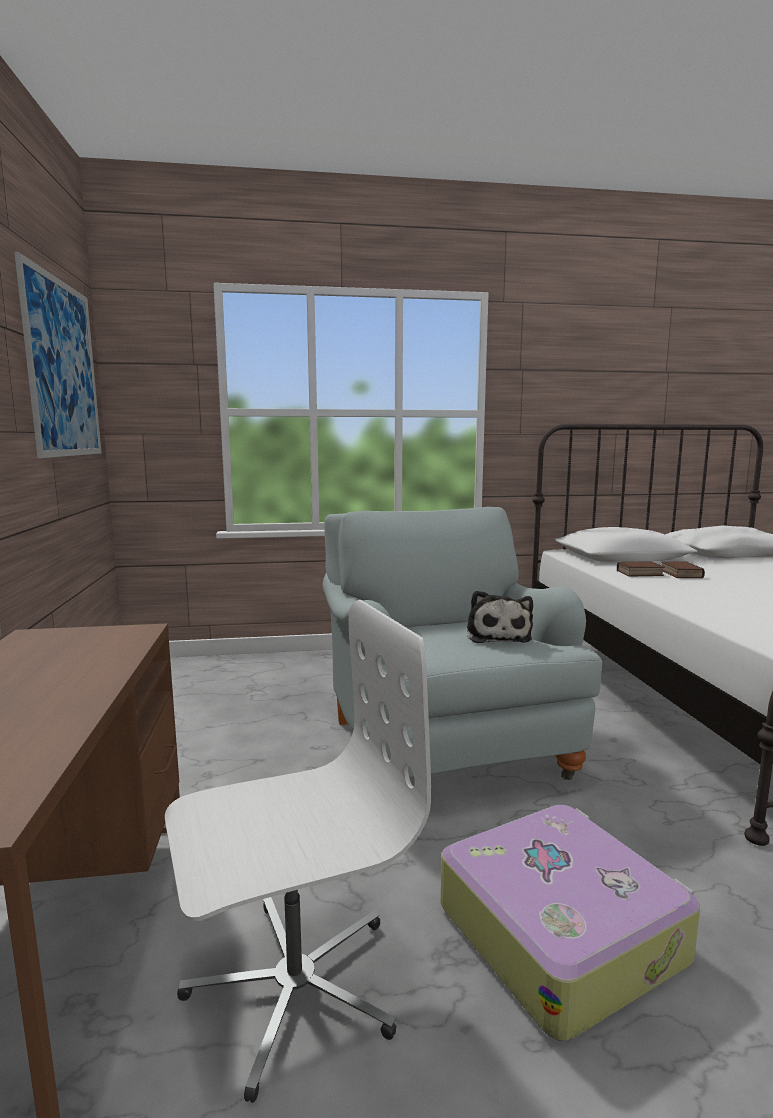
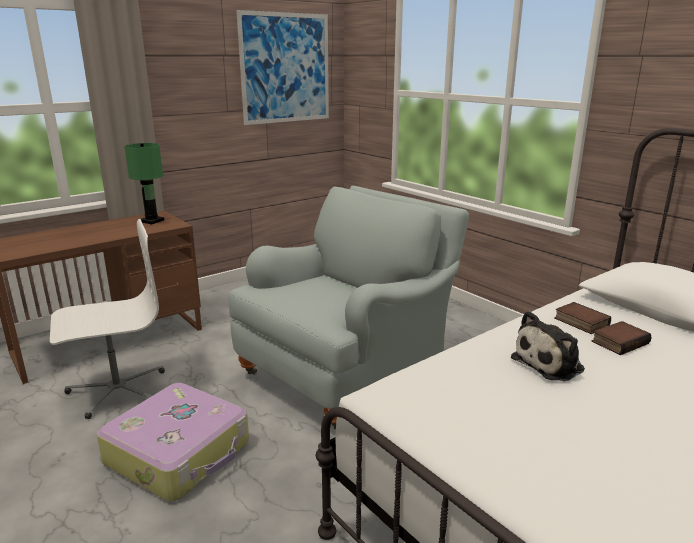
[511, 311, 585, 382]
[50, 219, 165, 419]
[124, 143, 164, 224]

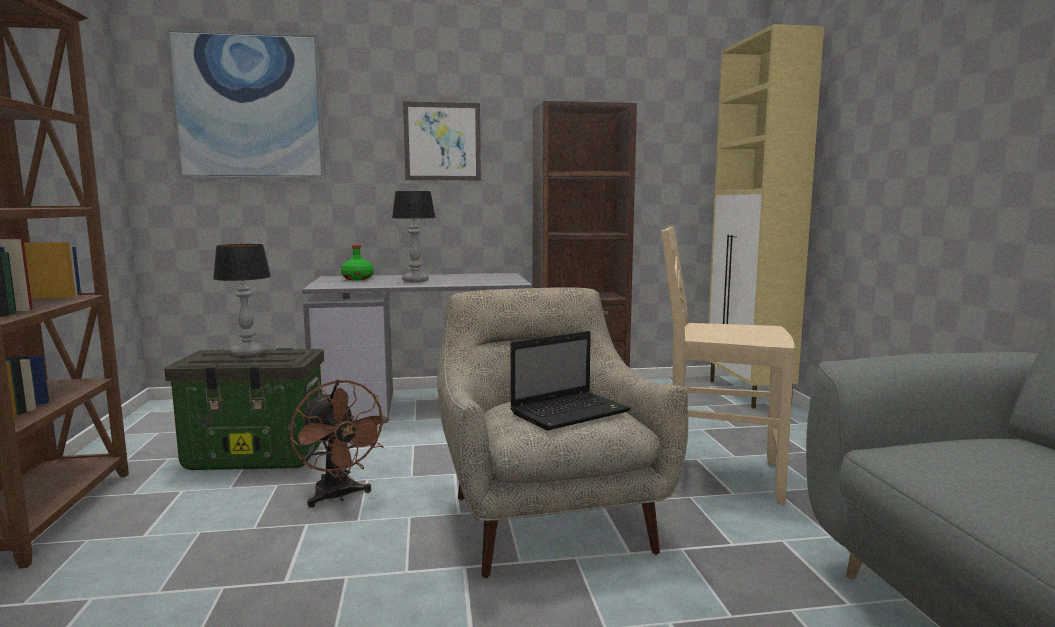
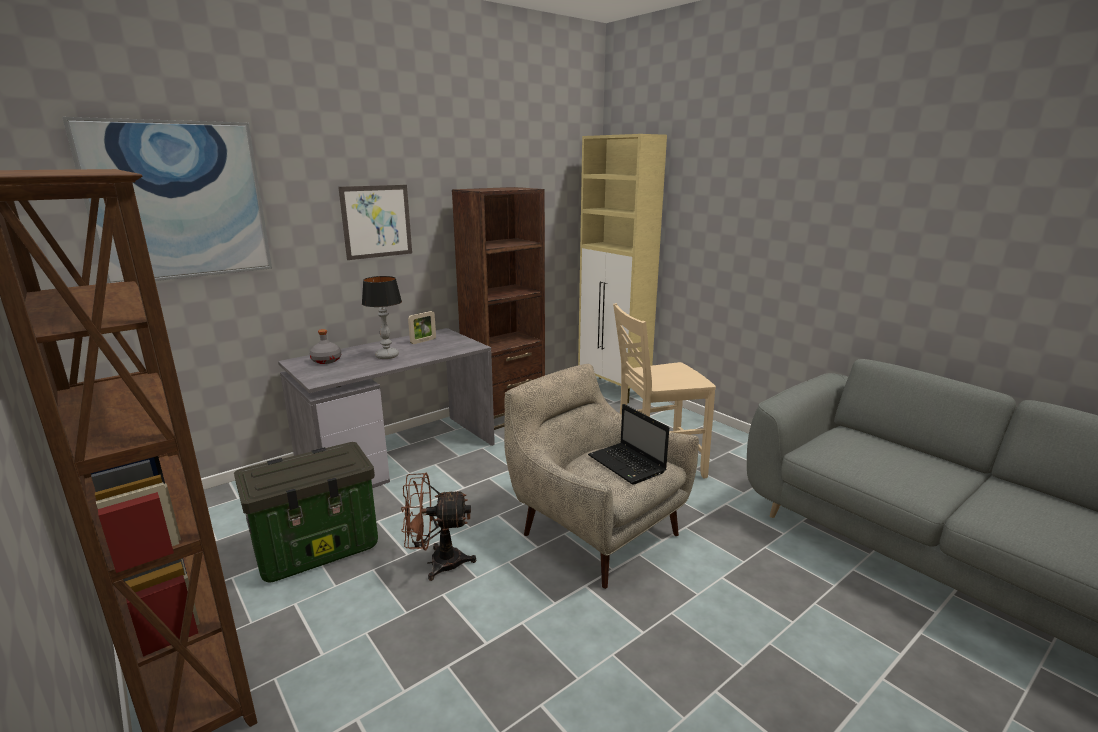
[213, 244, 271, 357] (first image)
[310, 329, 341, 364]
[588, 404, 669, 485]
[401, 473, 476, 581]
[408, 311, 436, 344]

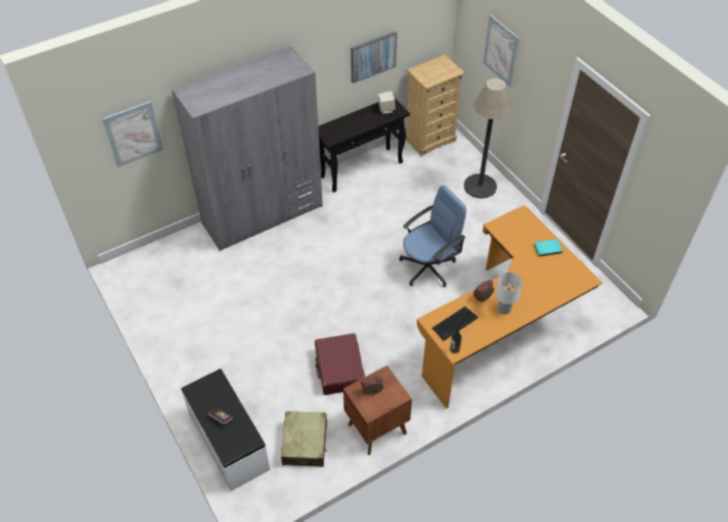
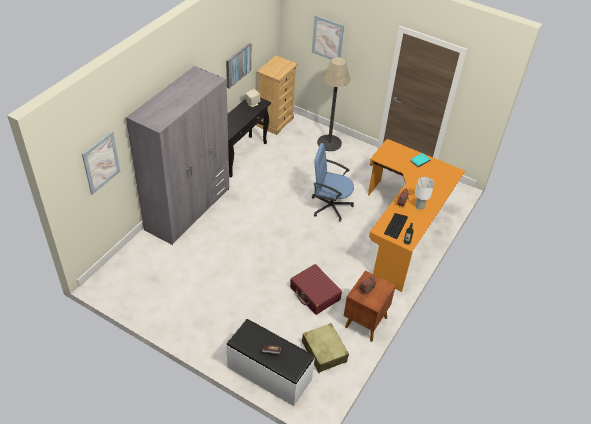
[312, 143, 354, 222]

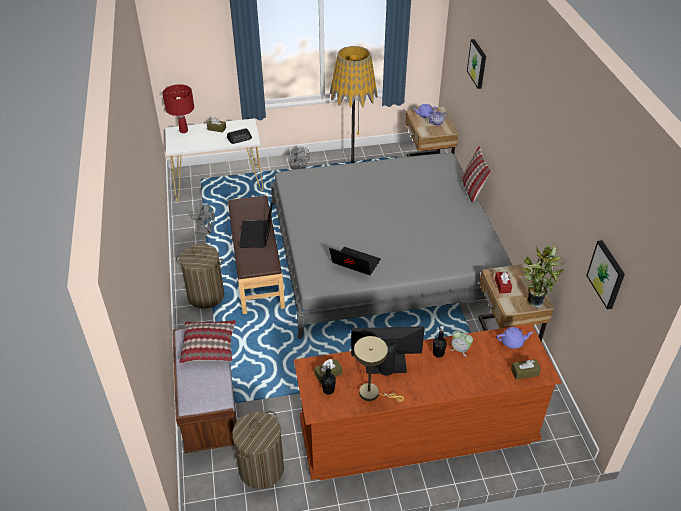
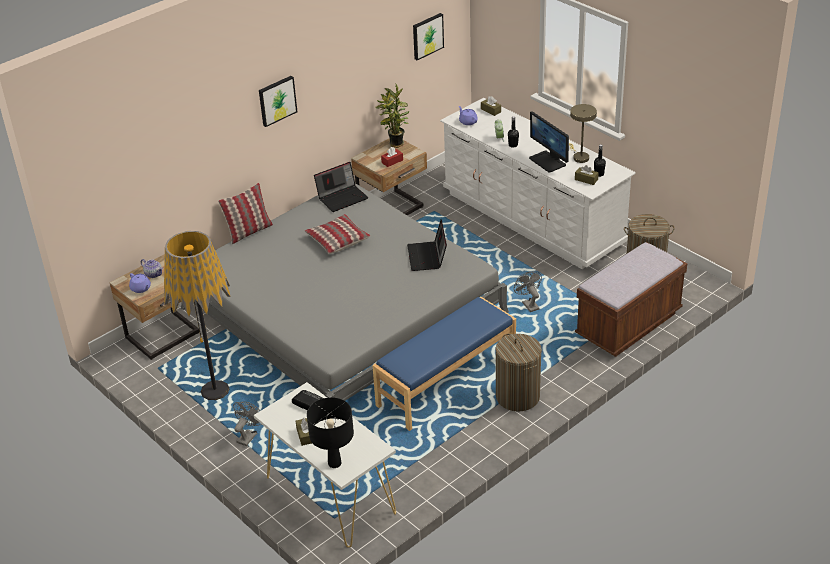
[259, 76, 297, 127]
[307, 397, 354, 468]
[372, 297, 516, 431]
[314, 162, 368, 212]
[514, 272, 542, 312]
[304, 214, 370, 254]
[440, 98, 636, 269]

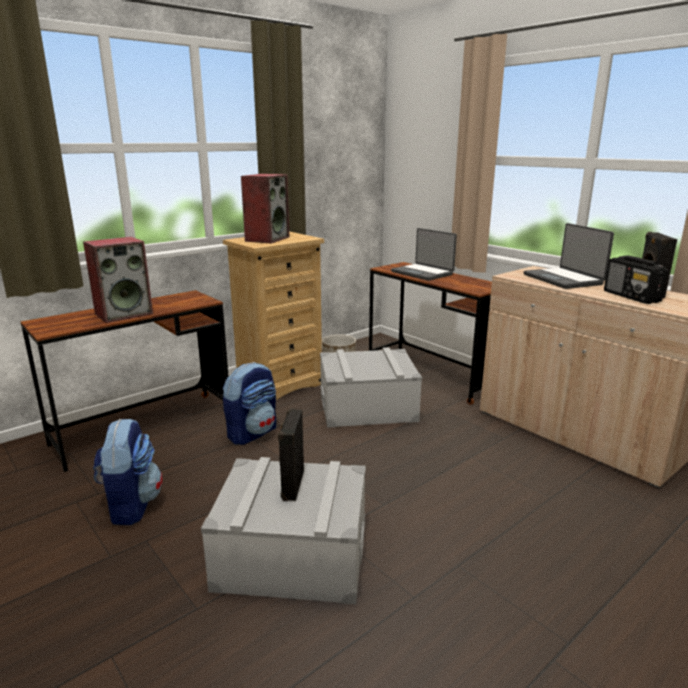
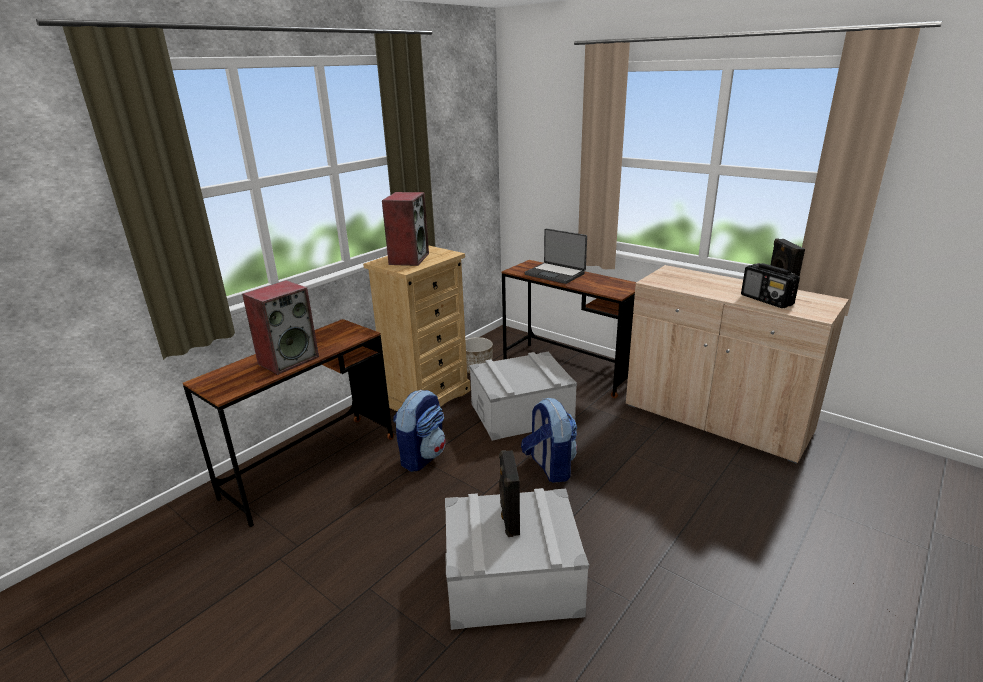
[524, 223, 614, 289] (first image)
[521, 398, 577, 483]

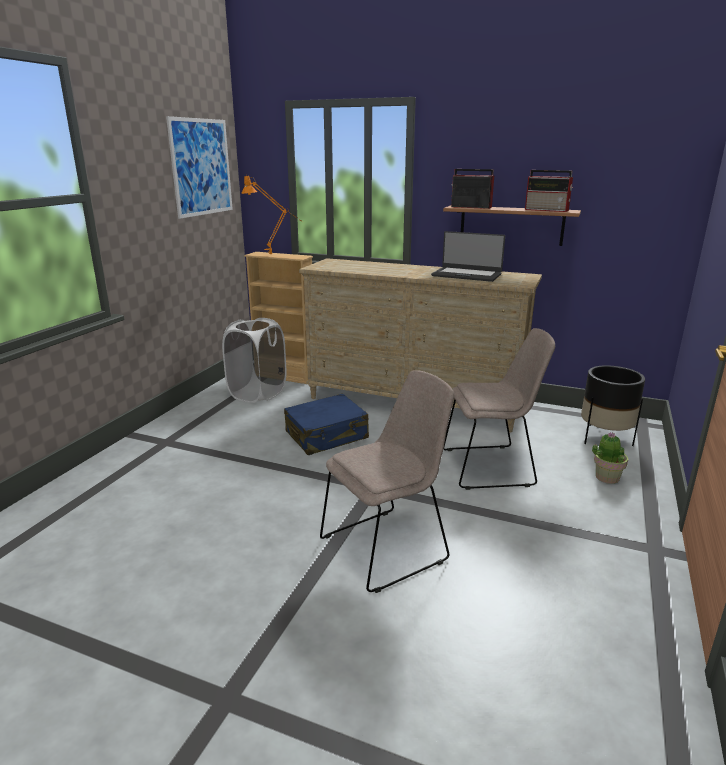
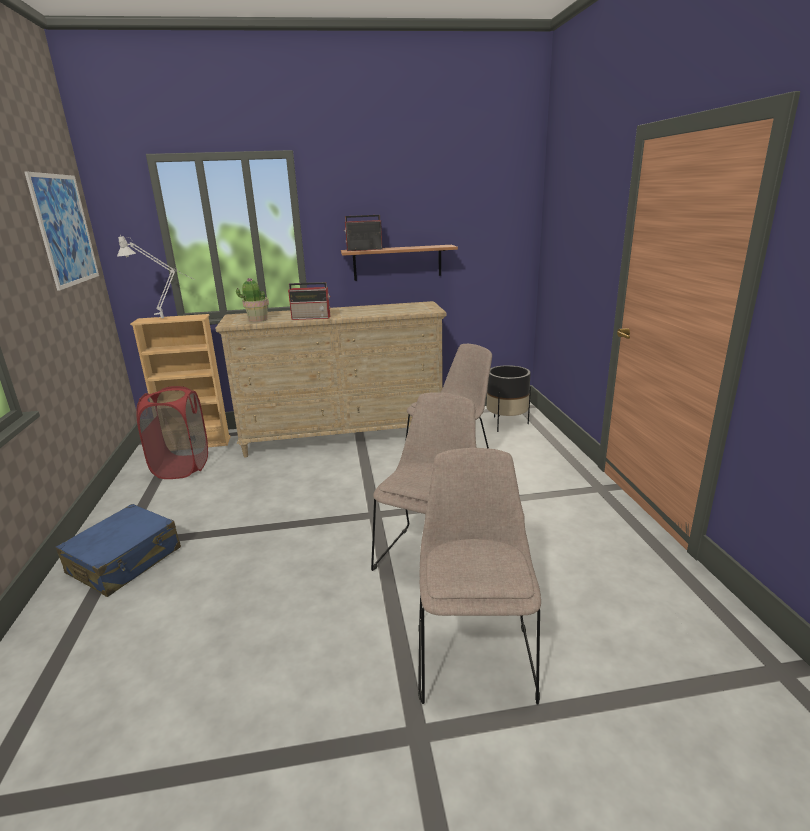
[288, 282, 330, 320]
[117, 235, 192, 318]
[431, 231, 505, 282] (first image)
[136, 386, 208, 479]
[56, 504, 181, 597]
[236, 278, 269, 322]
[418, 448, 541, 705]

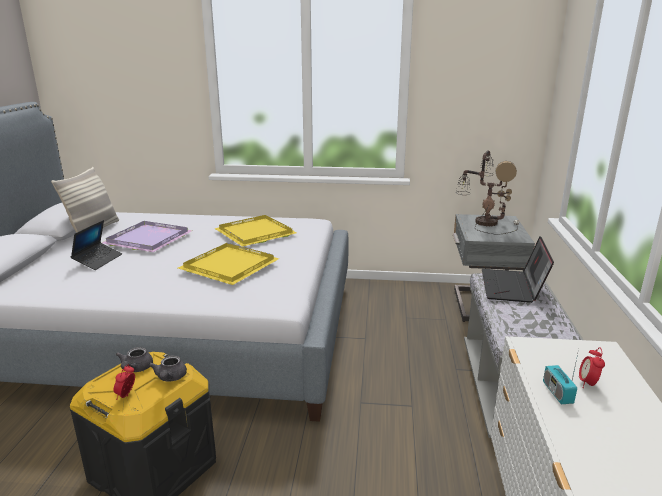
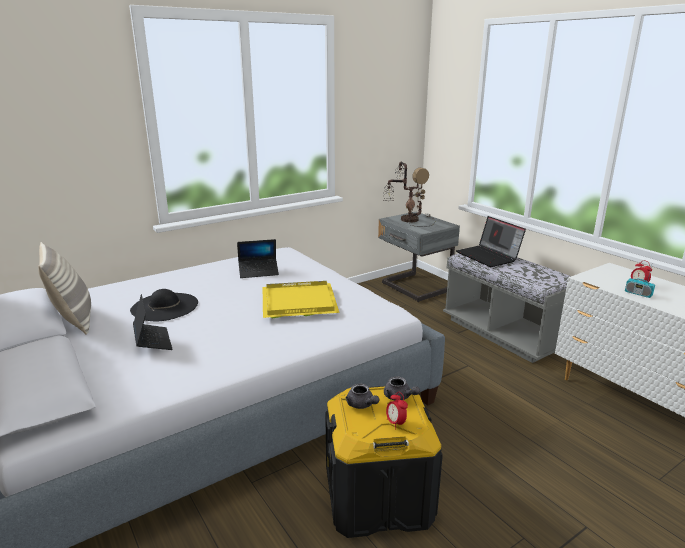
[237, 239, 279, 278]
[130, 289, 198, 321]

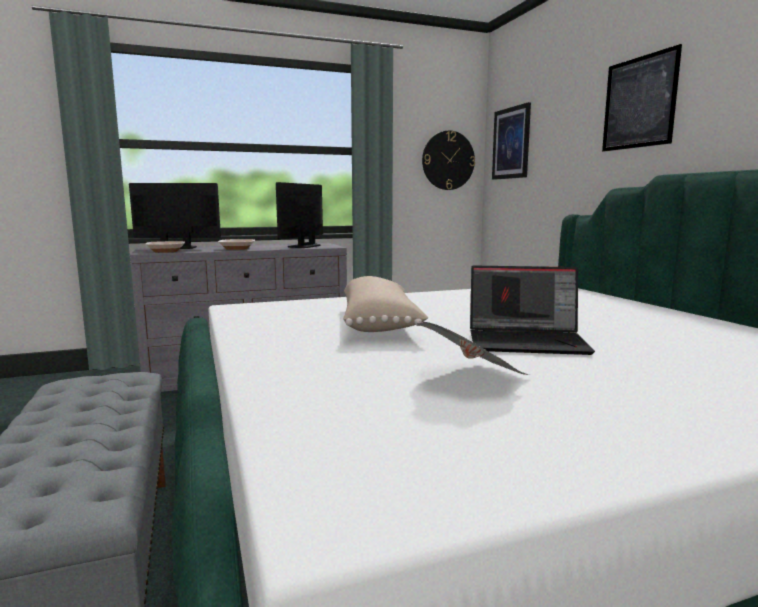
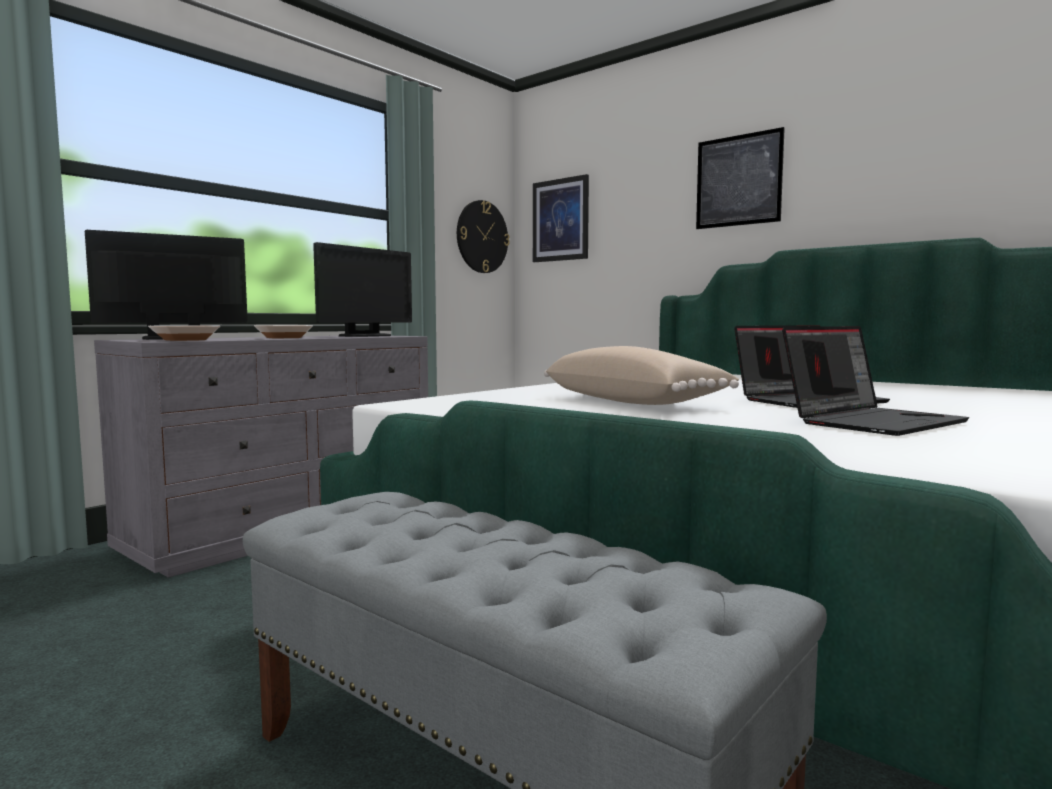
[313, 242, 412, 337]
[782, 326, 969, 436]

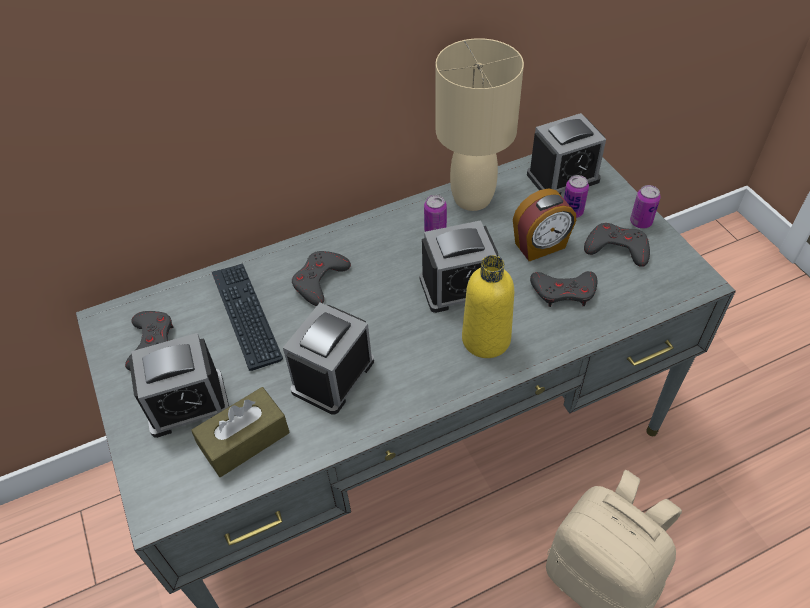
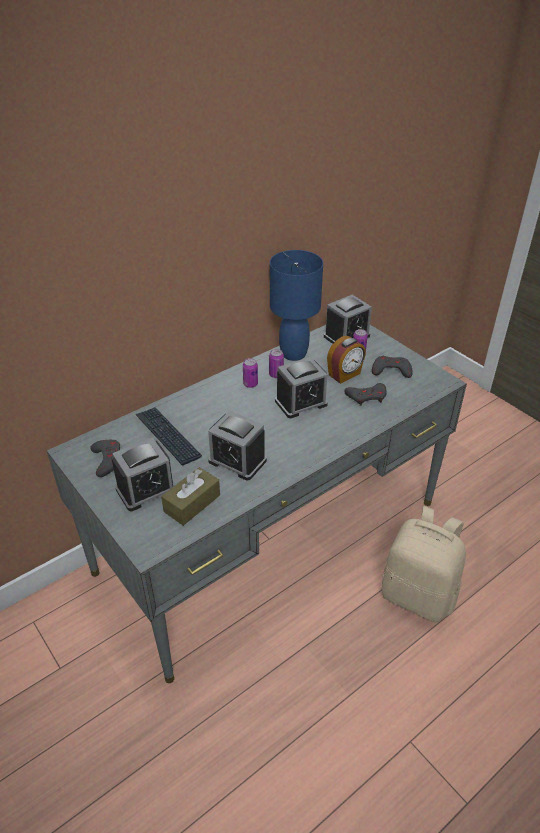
[270, 250, 323, 361]
[243, 358, 258, 388]
[292, 251, 351, 306] (first image)
[462, 255, 514, 358] (first image)
[208, 411, 267, 481]

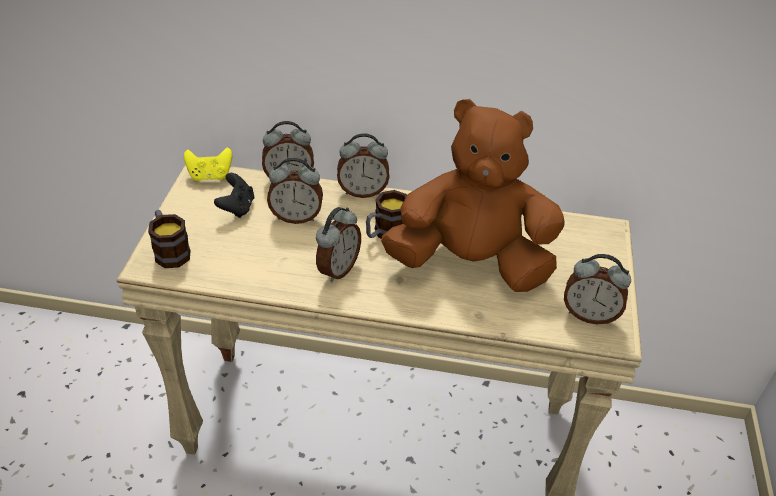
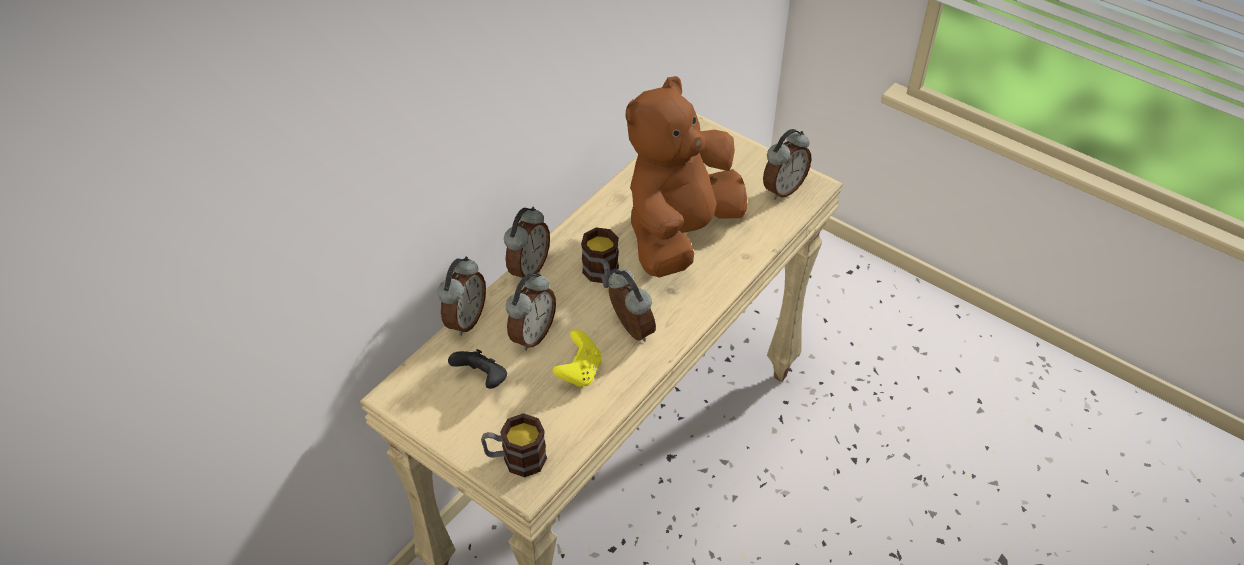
[553, 329, 601, 388]

